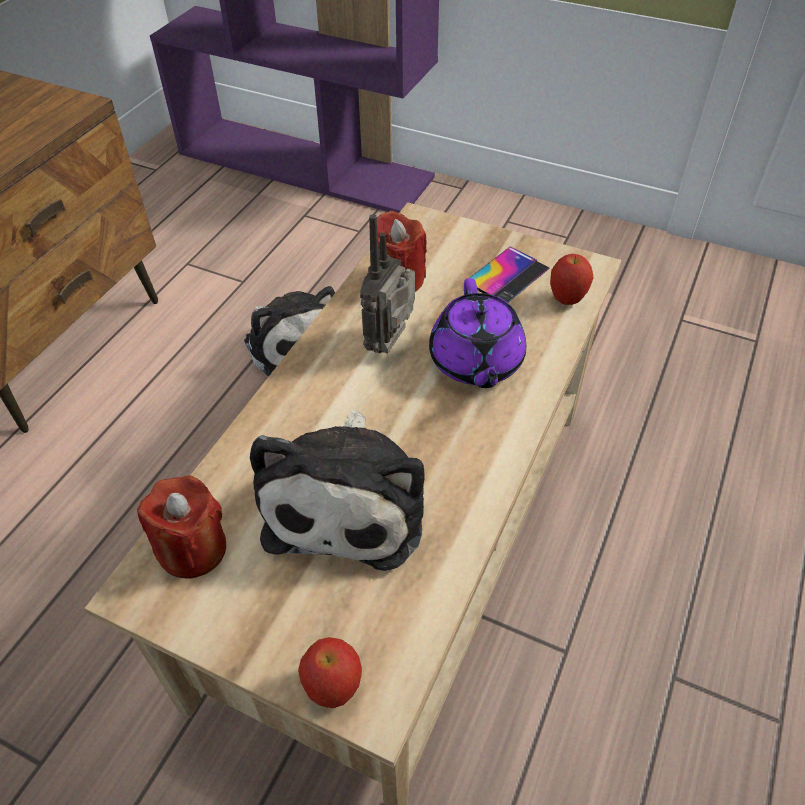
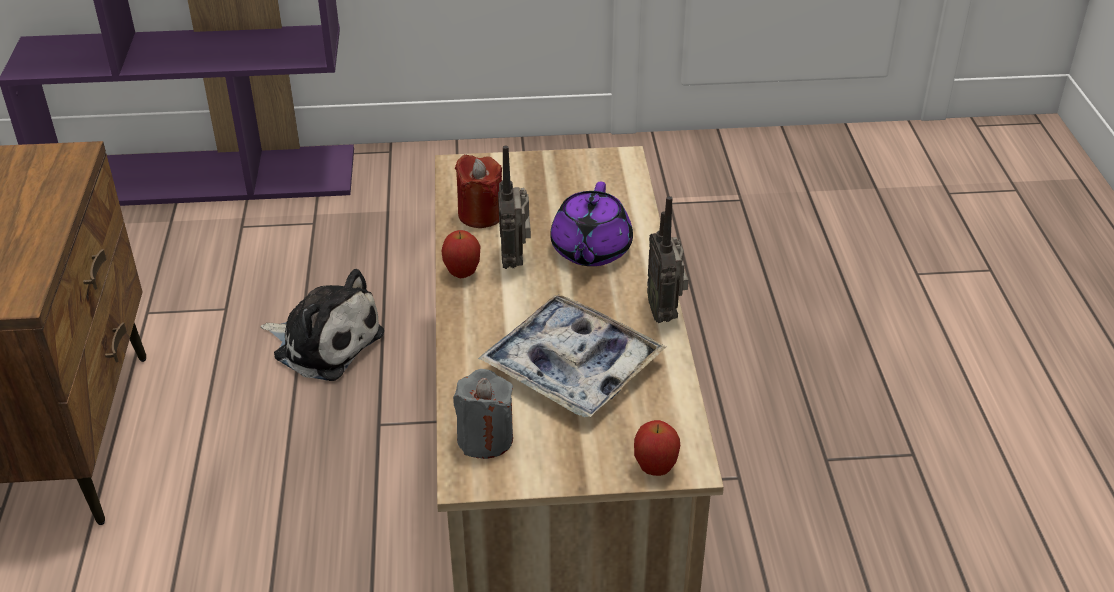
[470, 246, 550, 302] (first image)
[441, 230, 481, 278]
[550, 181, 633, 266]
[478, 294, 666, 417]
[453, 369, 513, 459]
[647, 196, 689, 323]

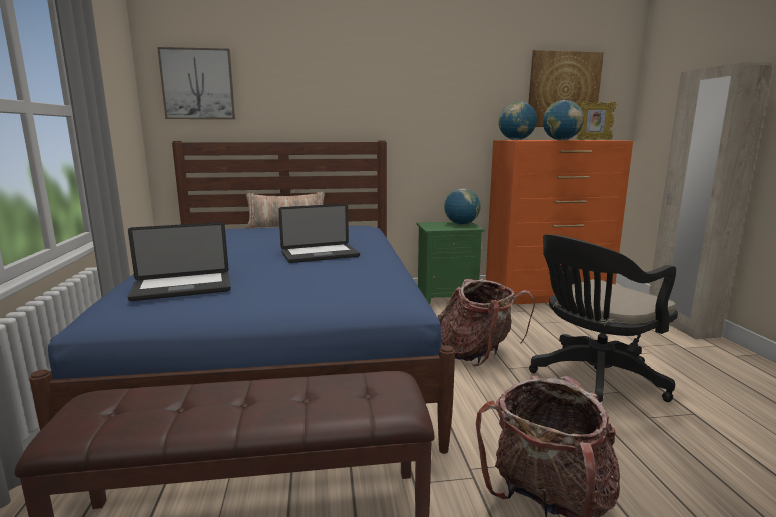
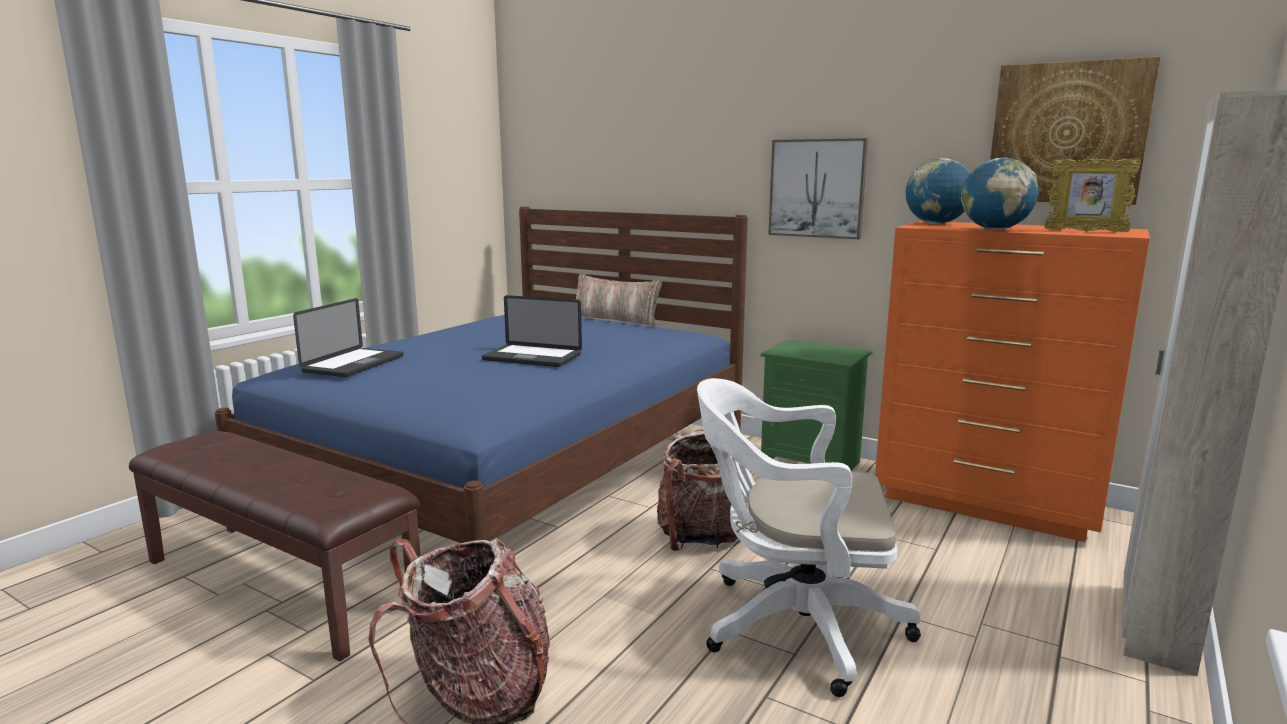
[768, 138, 868, 239]
[444, 188, 481, 225] (first image)
[293, 298, 404, 377]
[697, 378, 921, 697]

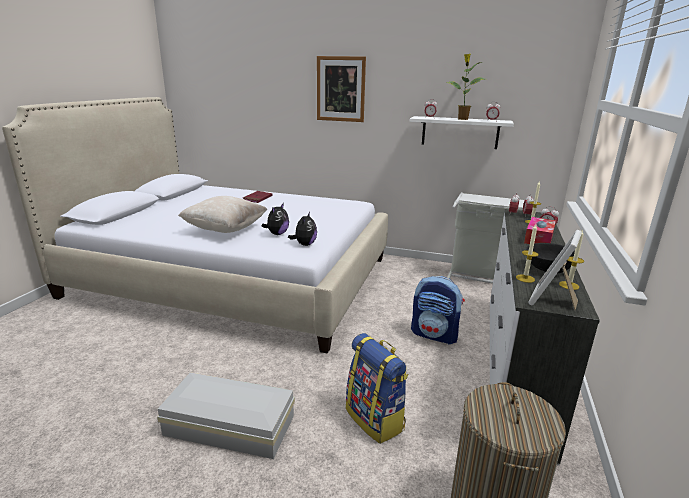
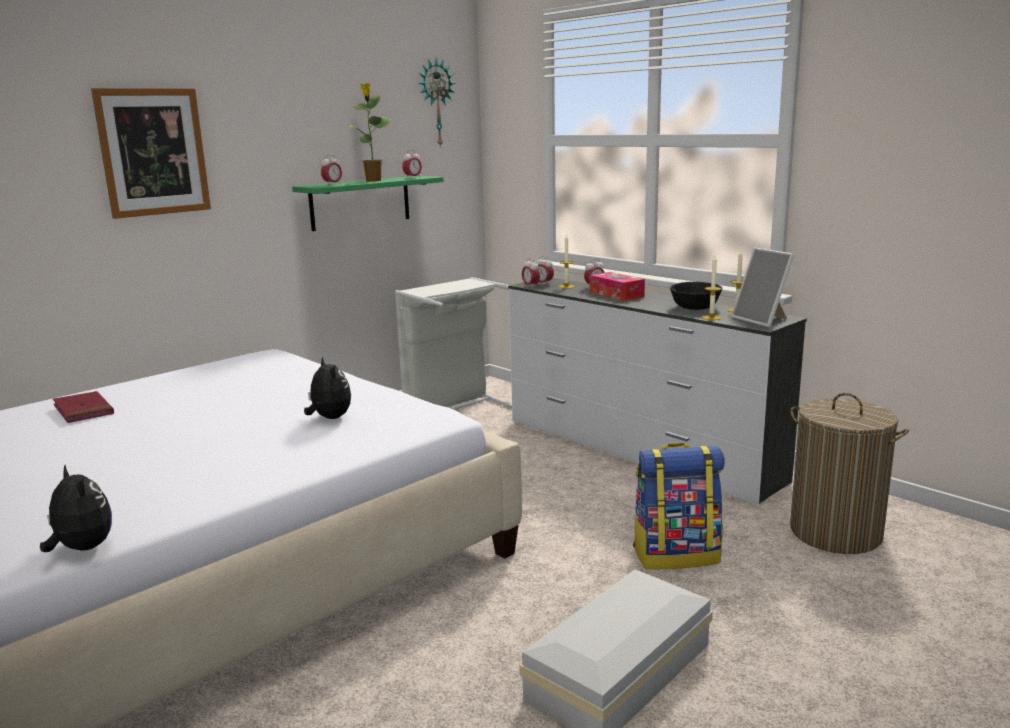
[292, 176, 444, 231]
[178, 196, 267, 233] (first image)
[40, 465, 112, 552]
[411, 276, 465, 344] (first image)
[419, 58, 456, 148]

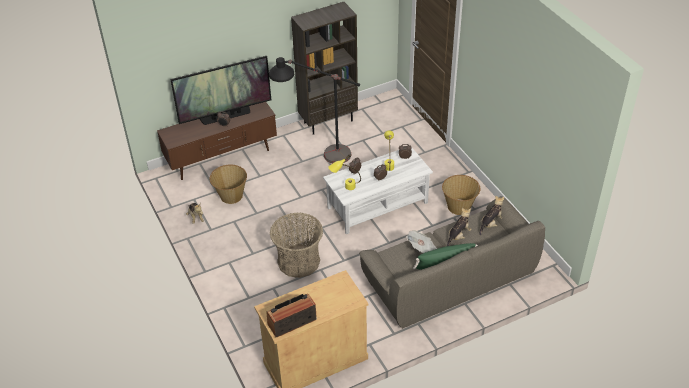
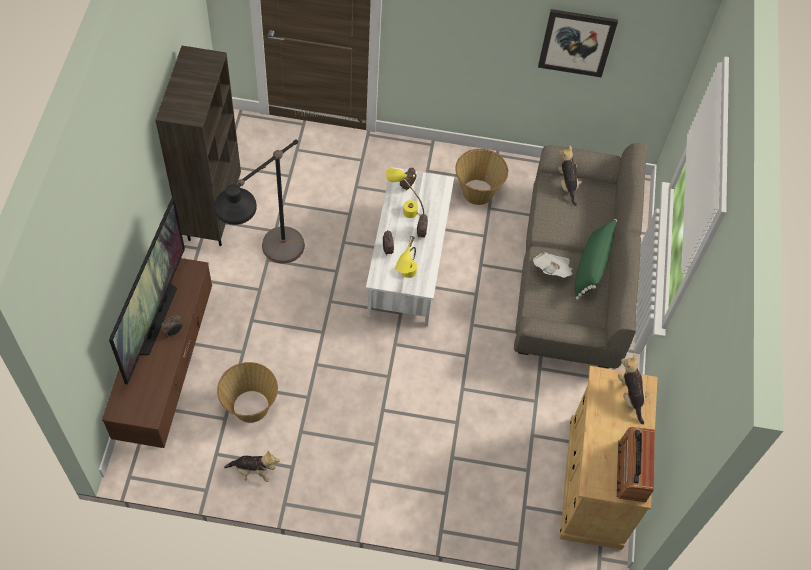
[618, 354, 649, 425]
[270, 213, 323, 278] (first image)
[538, 9, 618, 77]

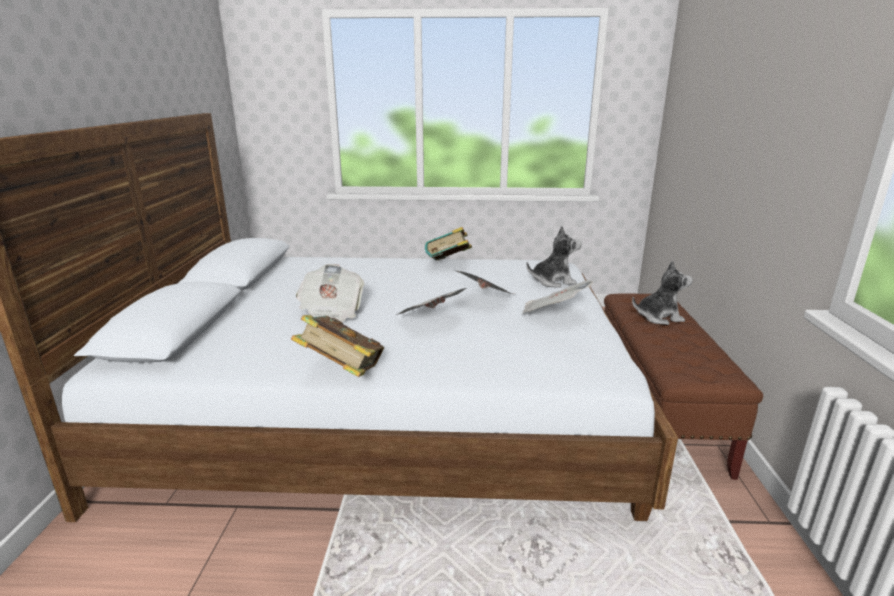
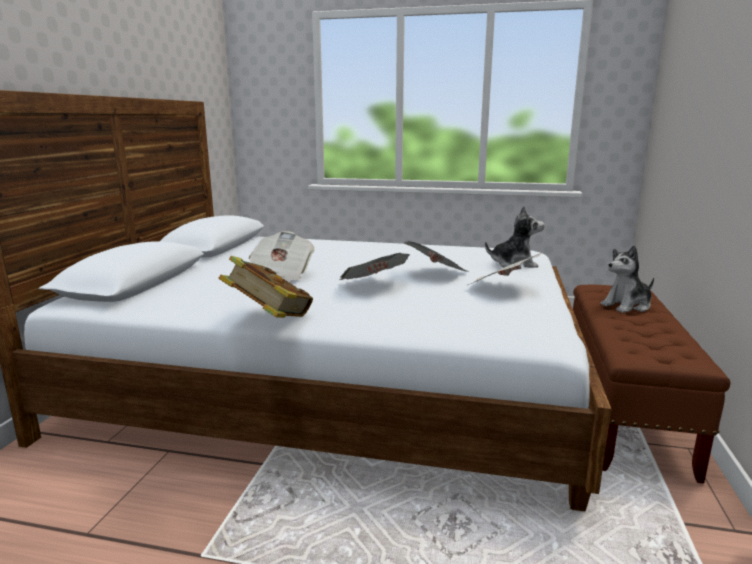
[425, 227, 472, 260] (first image)
[600, 245, 654, 313]

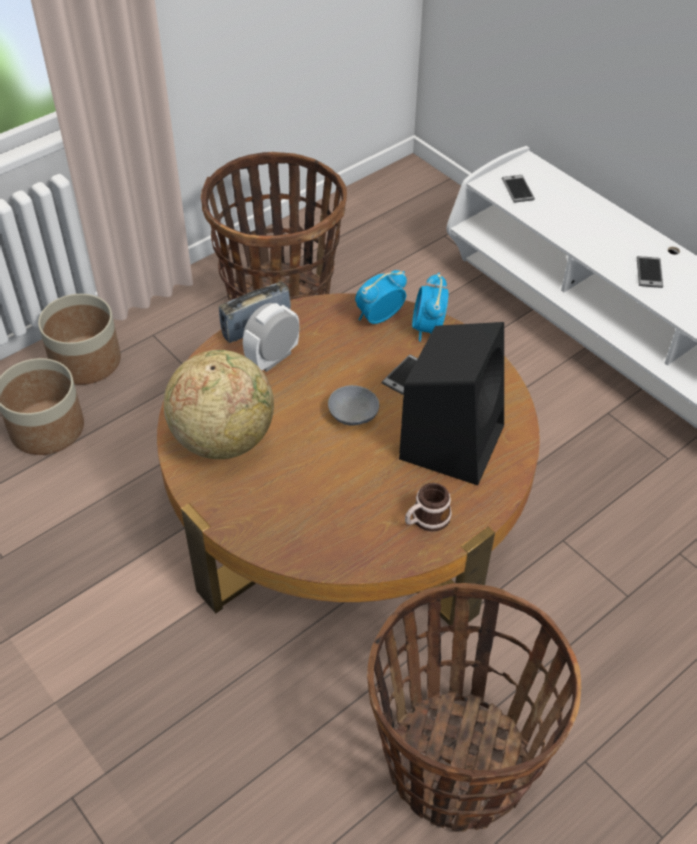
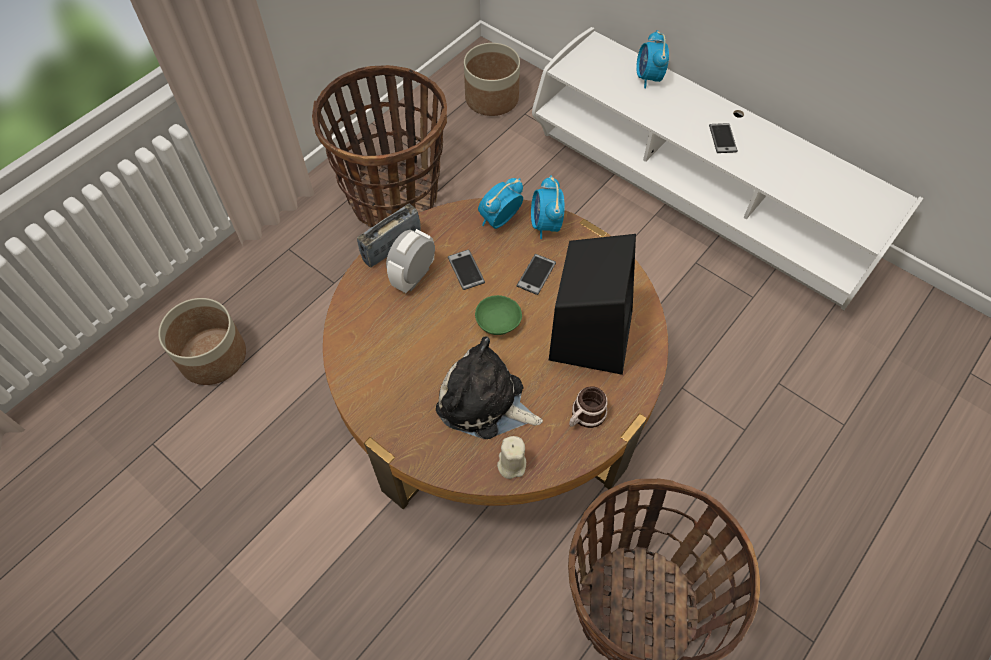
[448, 249, 485, 290]
[464, 43, 520, 116]
[164, 350, 274, 459] (first image)
[475, 295, 522, 335]
[636, 30, 669, 88]
[436, 336, 543, 439]
[497, 436, 526, 479]

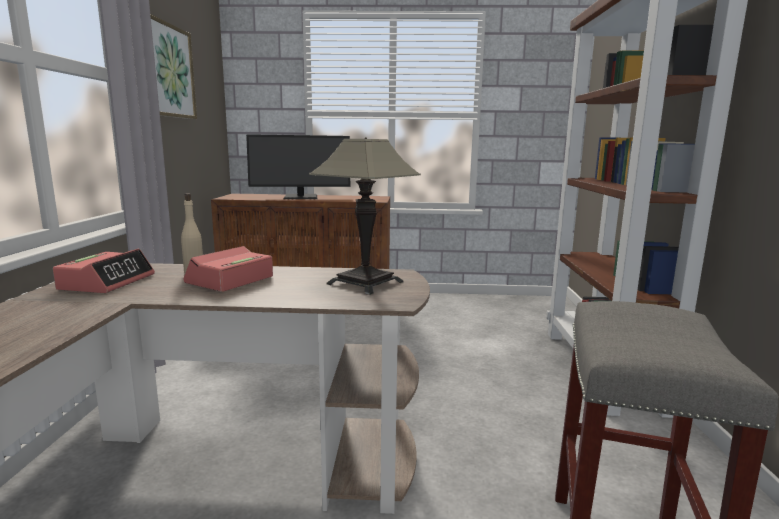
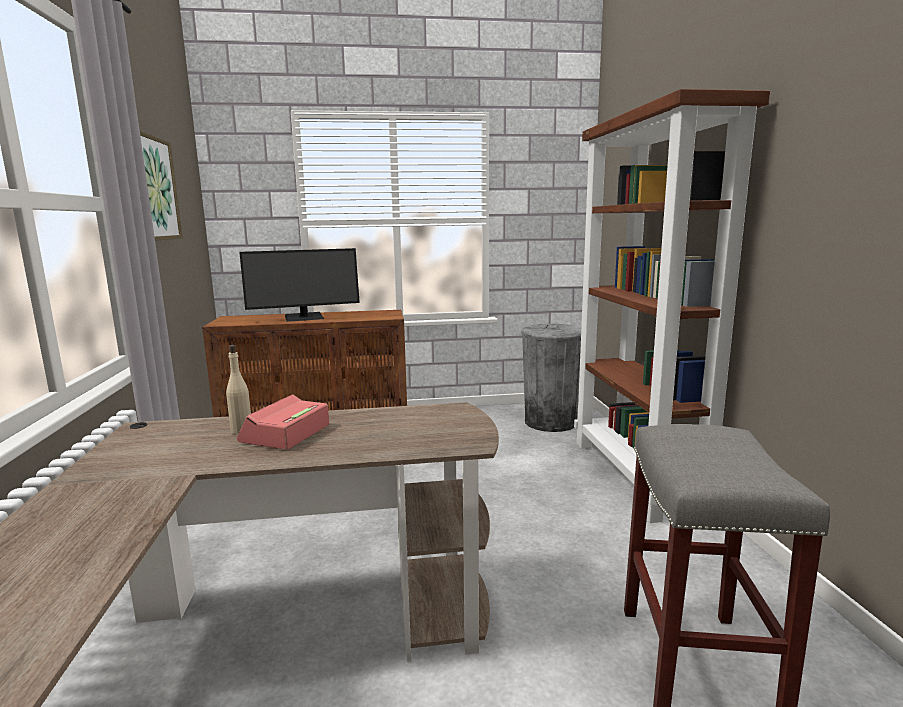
[309, 137, 421, 295] (first image)
[53, 249, 155, 293] (first image)
[521, 324, 581, 432]

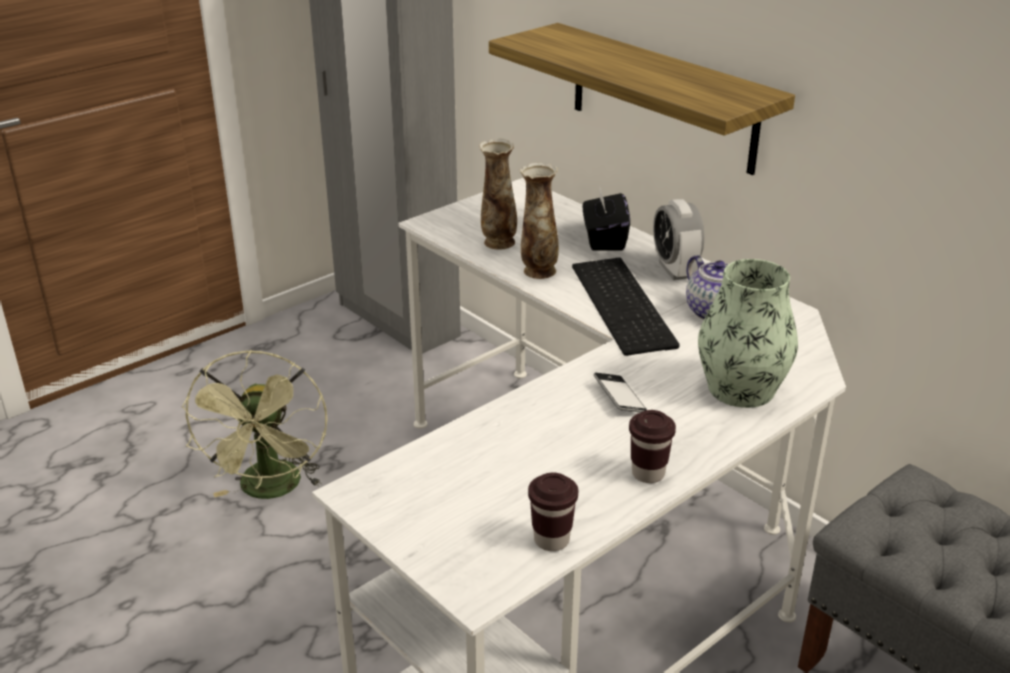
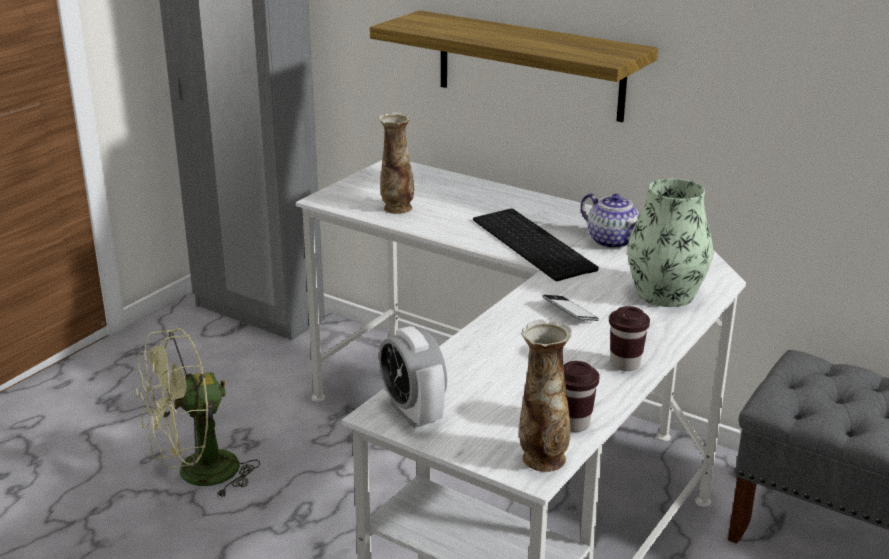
[519, 320, 572, 472]
[583, 188, 630, 251] (first image)
[379, 326, 447, 428]
[136, 328, 260, 499]

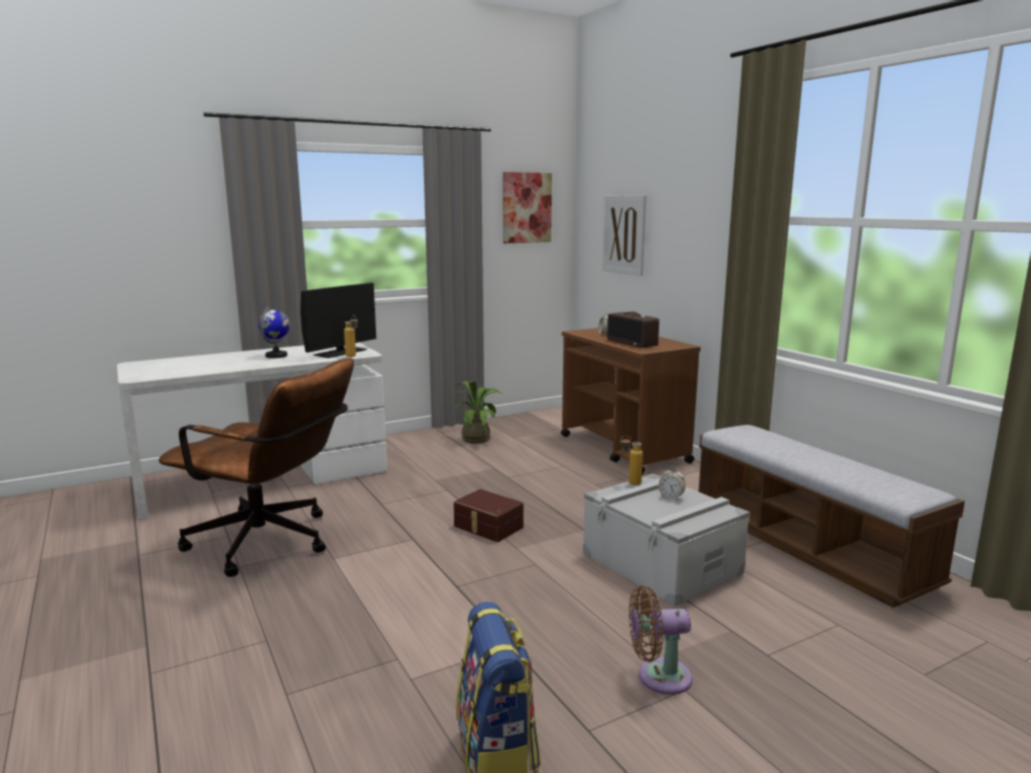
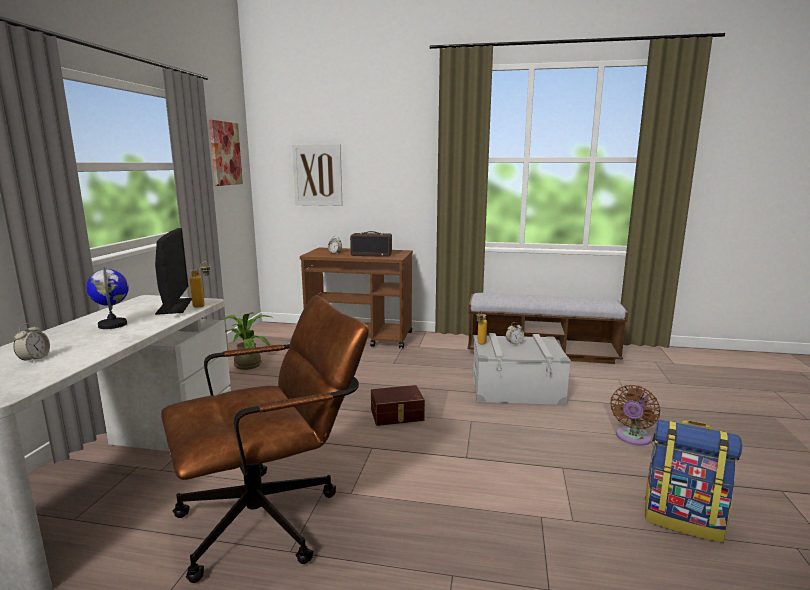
[13, 323, 50, 363]

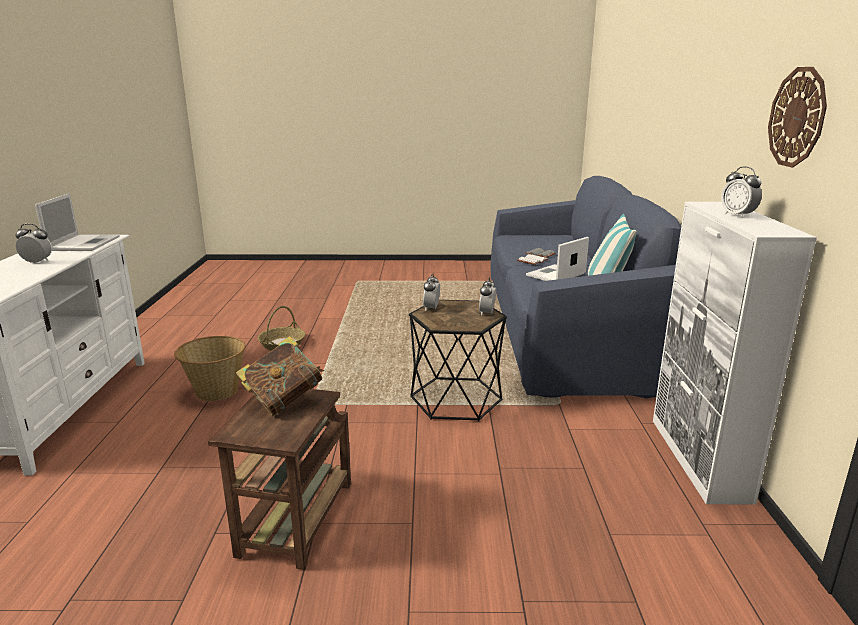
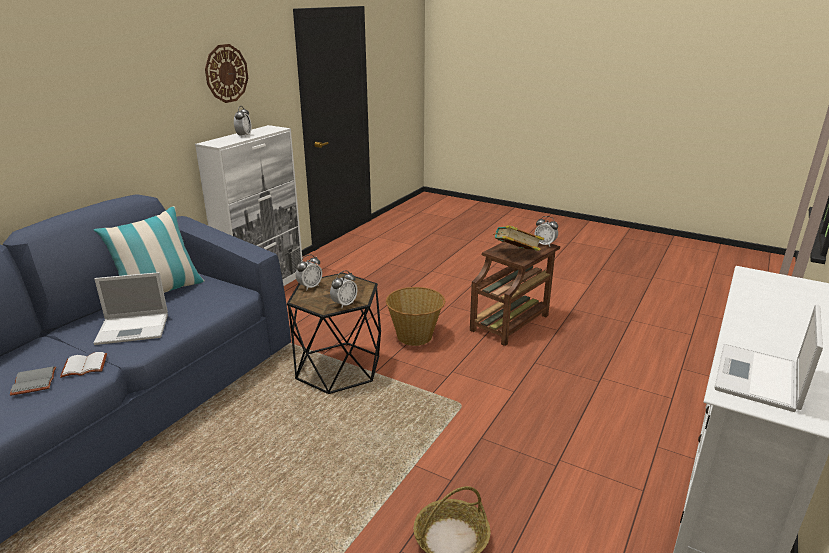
[535, 216, 558, 247]
[386, 287, 445, 346]

